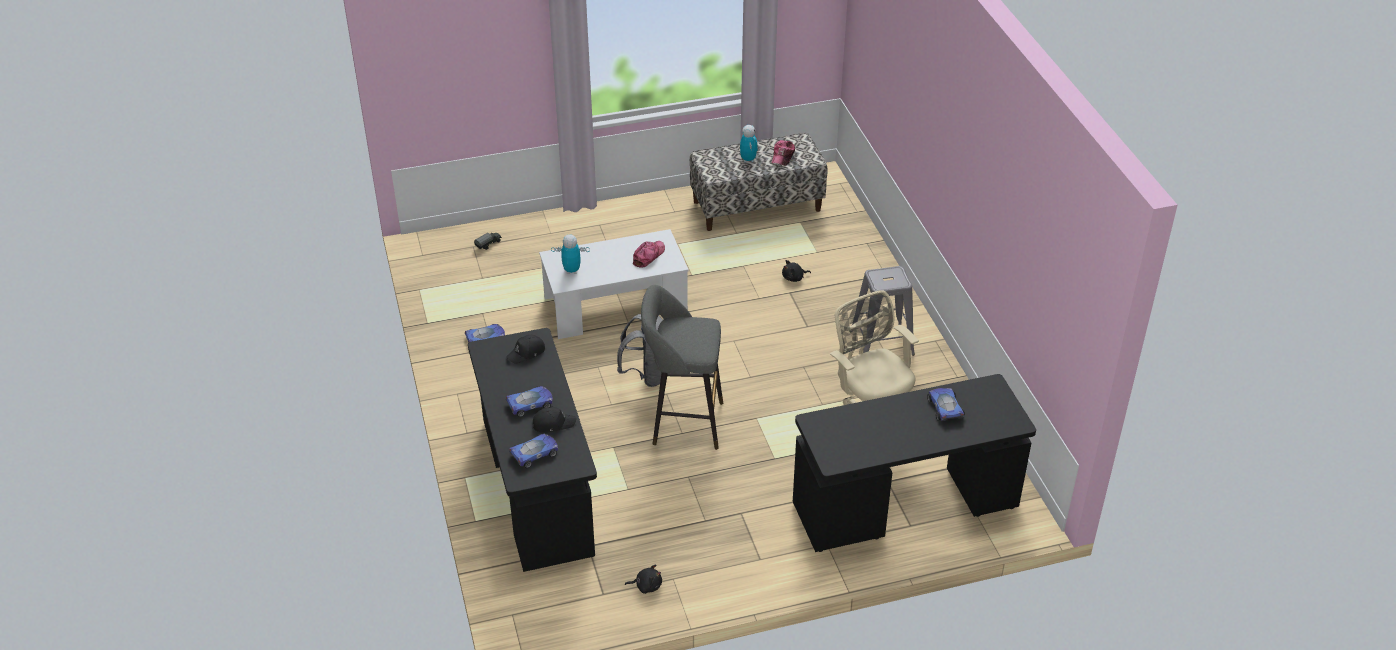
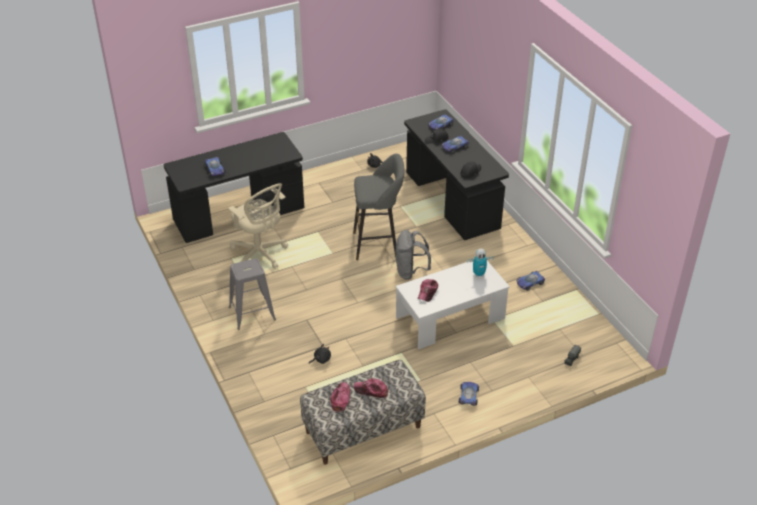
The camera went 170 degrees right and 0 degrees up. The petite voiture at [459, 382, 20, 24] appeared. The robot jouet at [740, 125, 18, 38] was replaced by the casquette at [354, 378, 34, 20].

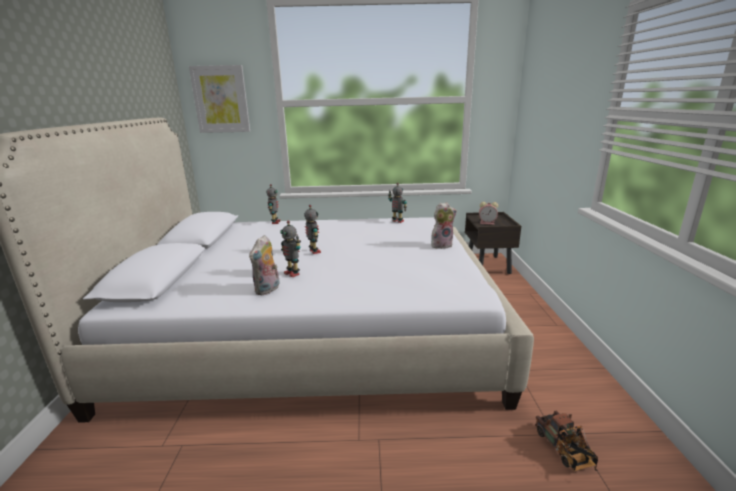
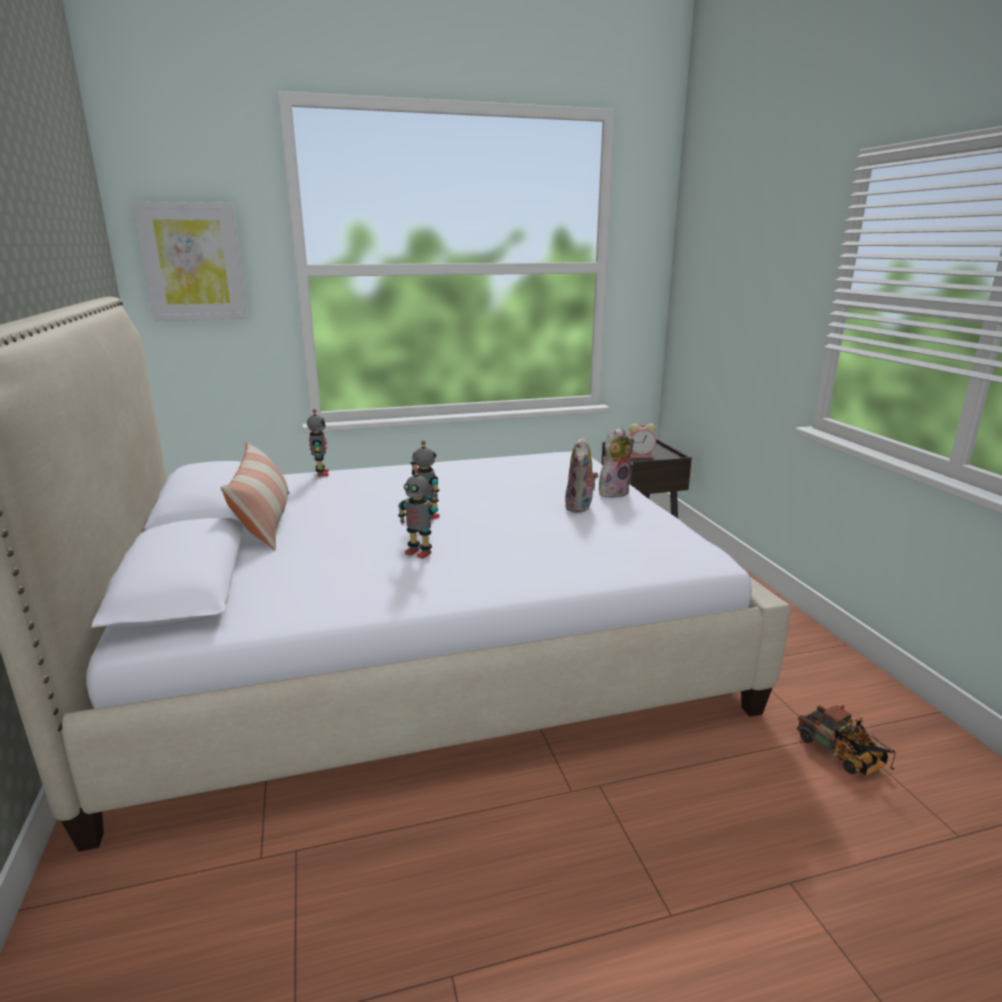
The camera went 15 degrees left and 0 degrees up. The robot jouet at [388, 183, 19, 40] disappeared. The coussin at [220, 442, 69, 109] appeared. The peluche moved from [249, 235, 31, 60] to [565, 436, 34, 77].

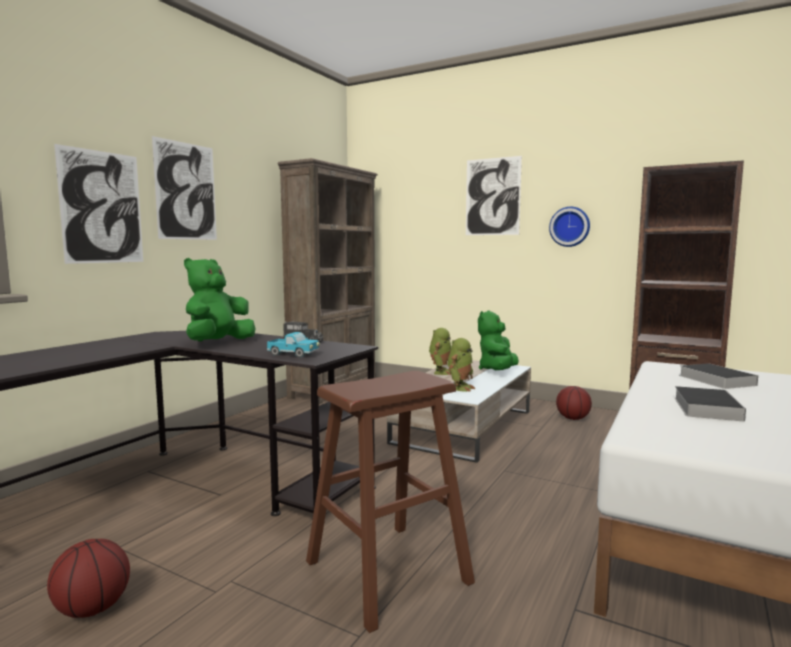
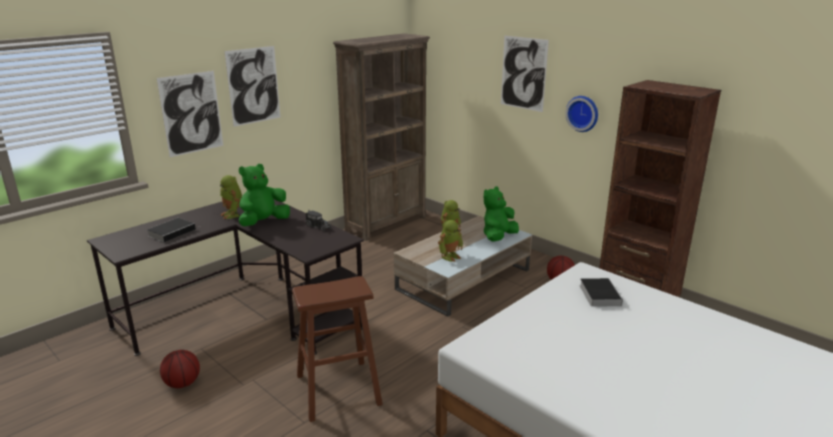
The camera went 15 degrees right and 15 degrees up. The camion jouet at [267, 332, 53, 26] disappeared. The robot jouet at [220, 175, 22, 44] appeared. The livre moved from [674, 386, 72, 36] to [147, 218, 51, 24].

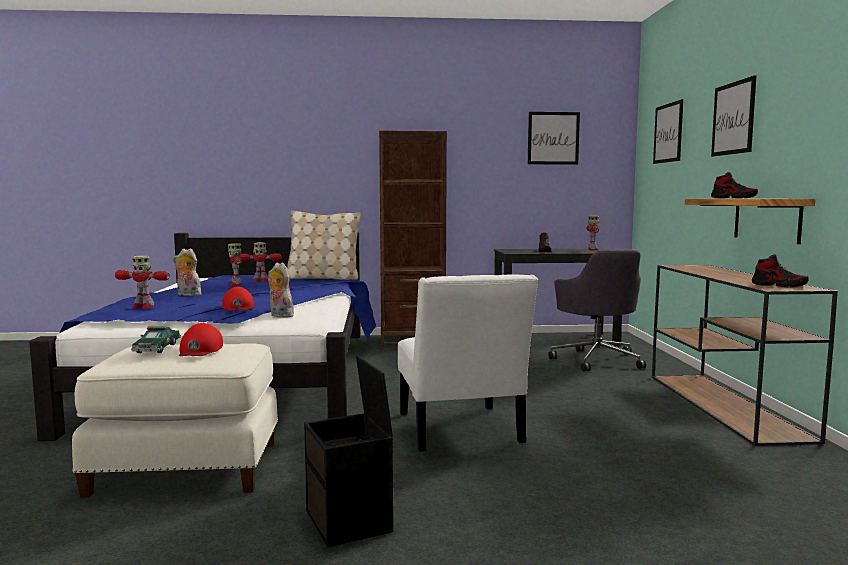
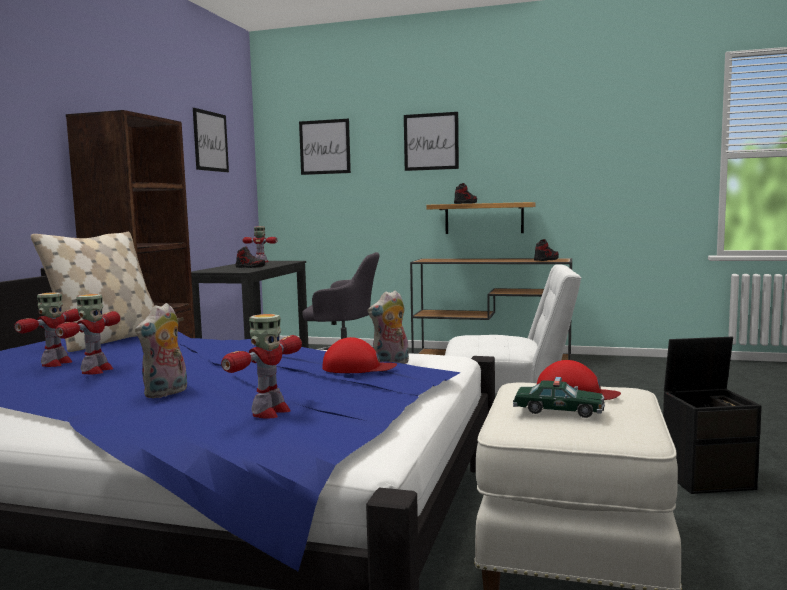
The camera went 70 degrees left and 0 degrees up. The robot jouet at [228, 243, 14, 43] turned 75 degrees counterclockwise.

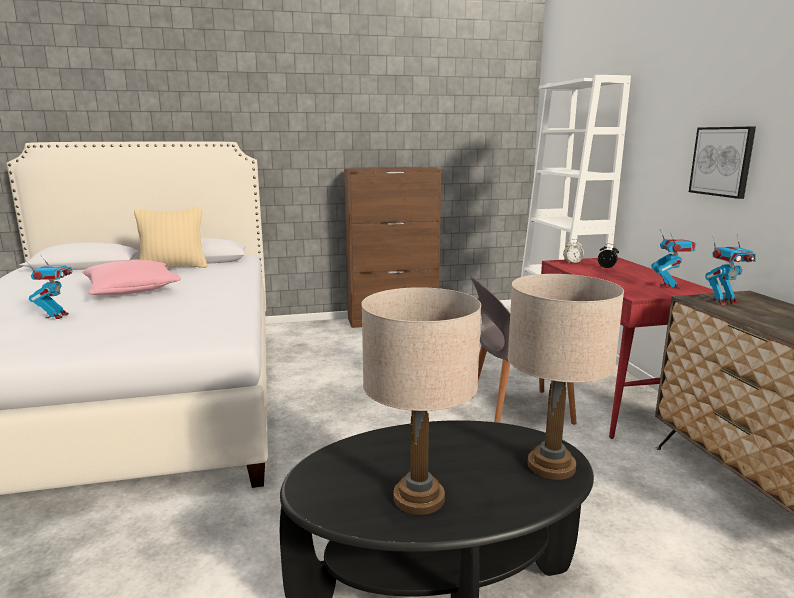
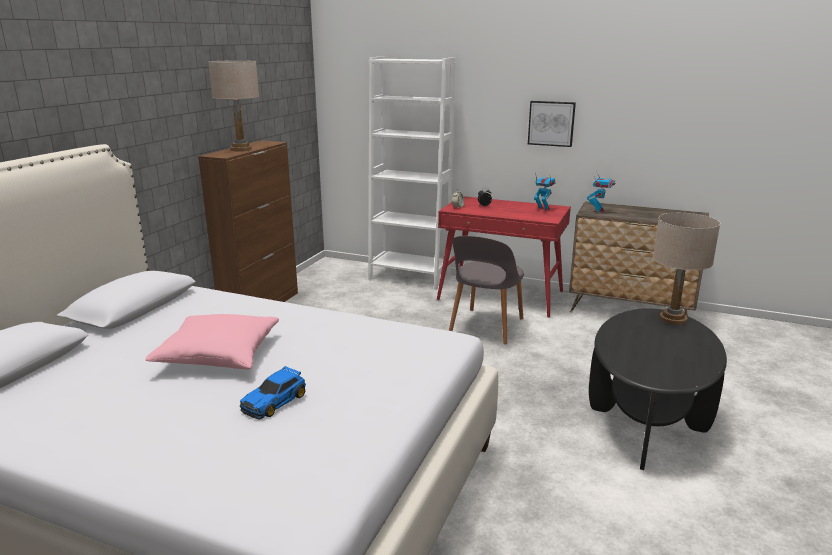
The camera went 55 degrees left and 5 degrees up. The coussin/beige at [134, 207, 74, 61] disappeared. The lampe de table/beige moved from [361, 287, 120, 228] to [208, 60, 51, 91]. The robot jouet at [25, 254, 47, 65] was replaced by the petite voiture at [240, 366, 66, 54].

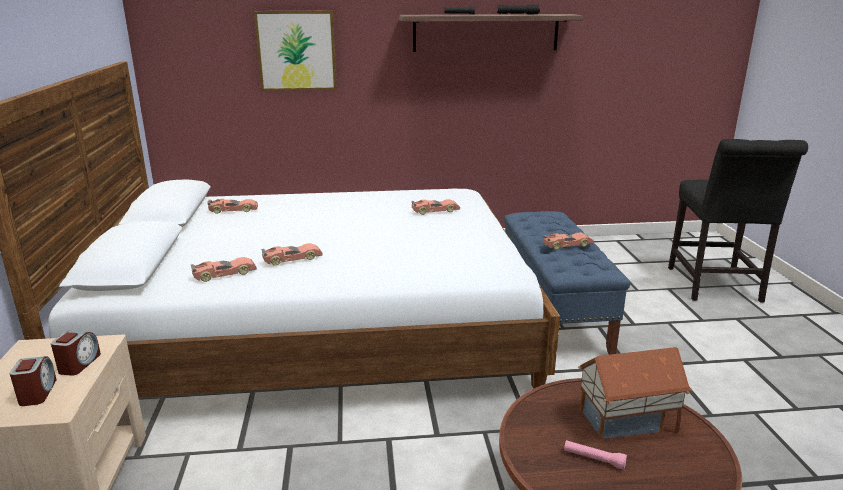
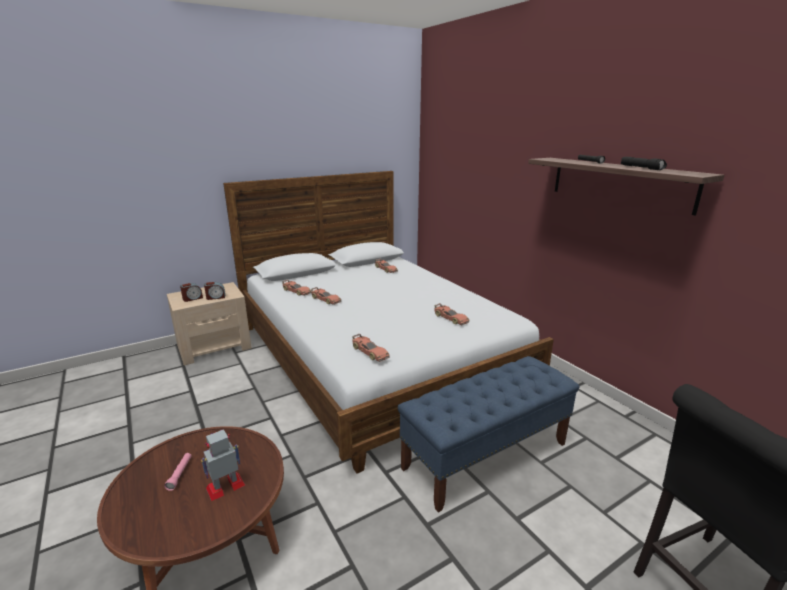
The camera went 65 degrees right and 0 degrees up. The tableau at [254, 11, 83, 80] disappeared. The petite voiture moved from [543, 232, 51, 18] to [352, 333, 38, 29]. The maison miniature at [578, 347, 114, 93] was replaced by the robot jouet at [201, 429, 44, 72].

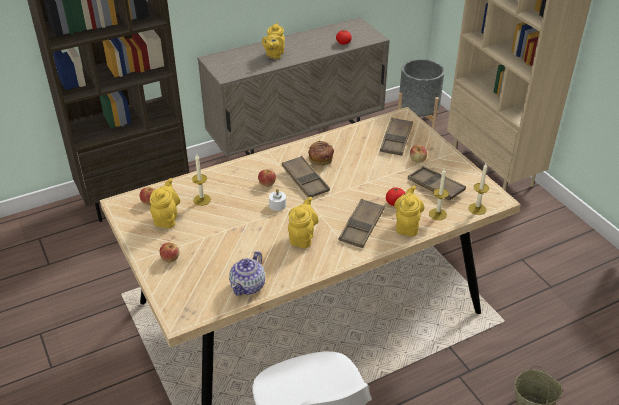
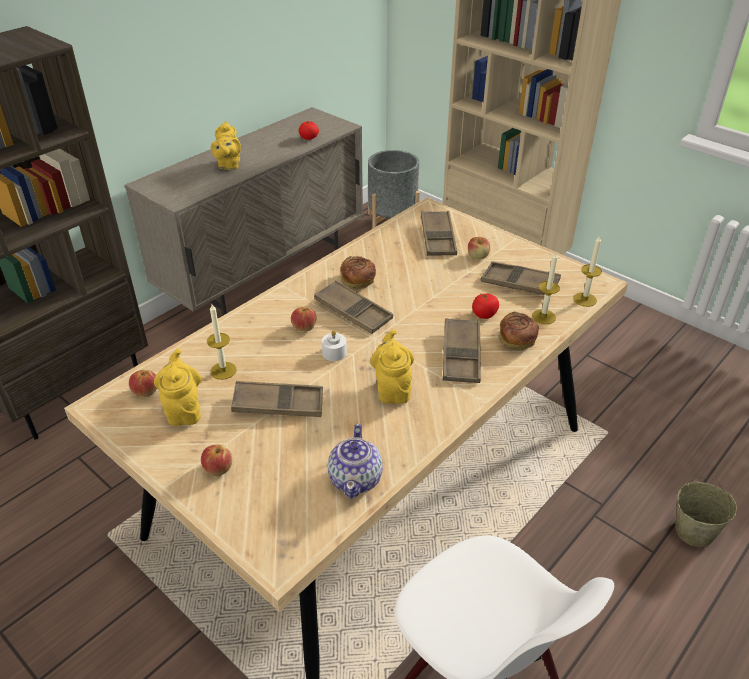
The camera went 20 degrees left and 0 degrees up. The plateau/marron at [231, 381, 92, 36] appeared. The théière/jaune at [394, 186, 30, 51] was replaced by the pain at [498, 312, 41, 38].

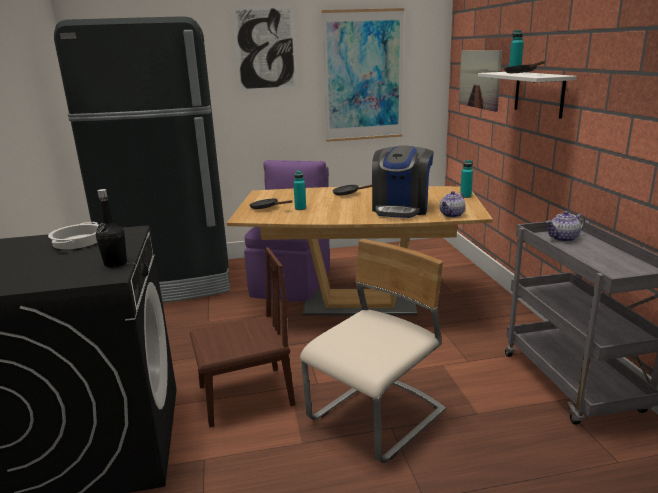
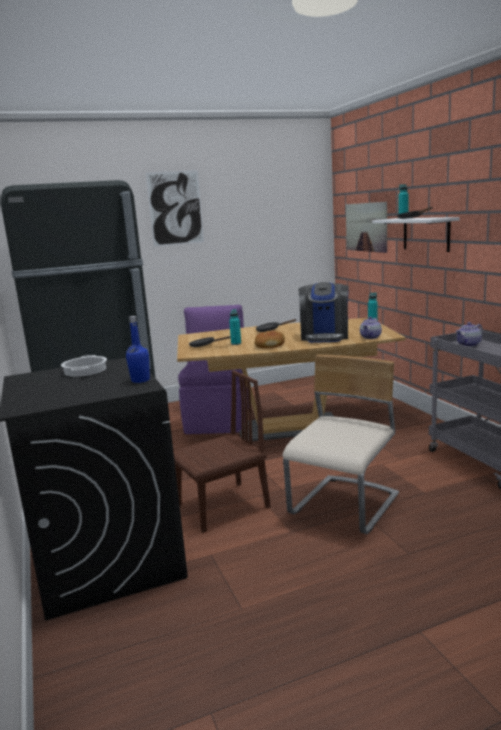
The camera went 10 degrees left and 5 degrees down. The tableau at [322, 8, 82, 134] disappeared. The pain at [254, 331, 31, 17] appeared. The bouteille/noir at [96, 189, 31, 79] became the bouteille/bleu at [126, 316, 24, 67].

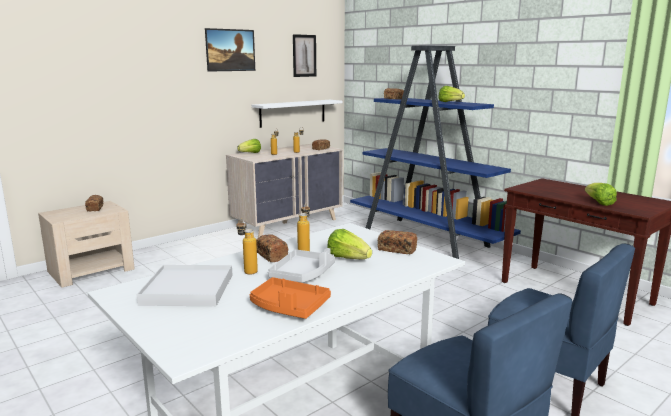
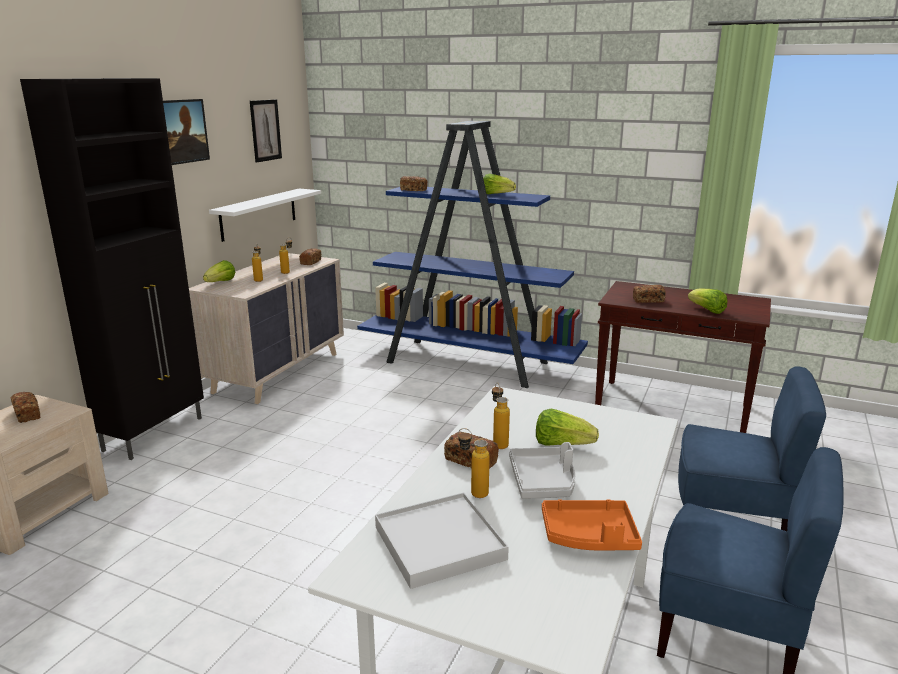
The camera went 25 degrees left and 5 degrees up. The meuble de rangement/noir at [20, 78, 184, 382] appeared. The pain moved from [378, 230, 39, 24] to [633, 285, 33, 18].

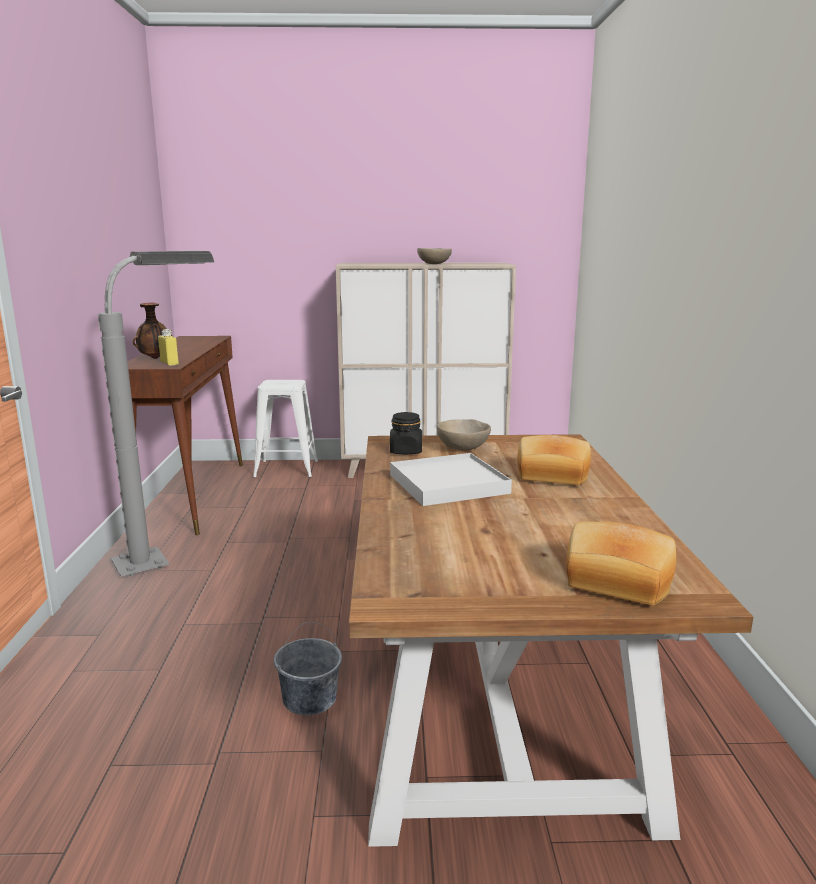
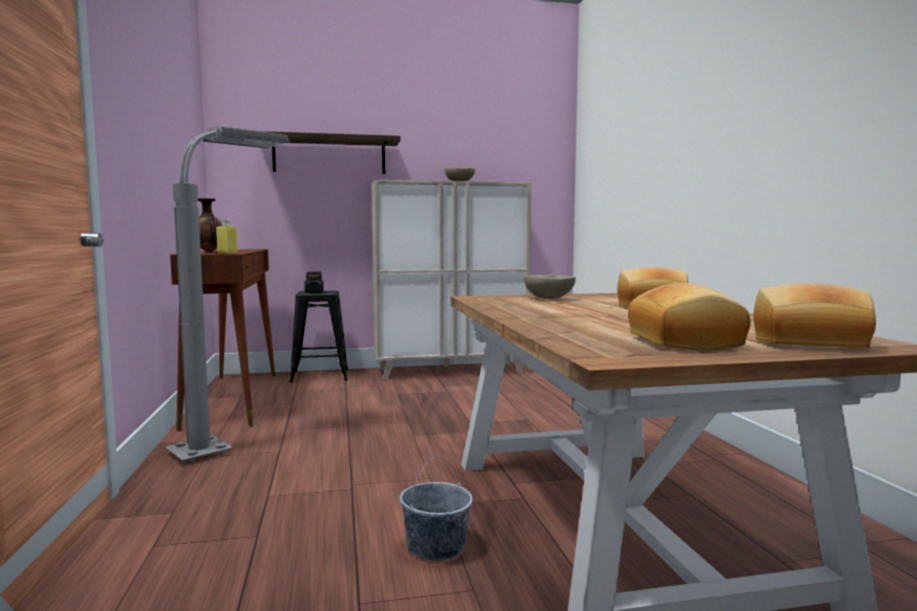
The camera went 10 degrees left and 10 degrees down. The plateau/blanc at [390, 453, 122, 53] disappeared. The étagère at [262, 131, 138, 43] appeared. The pain at [628, 283, 123, 69] appeared. The bocal/noir moved from [390, 412, 32, 42] to [304, 271, 20, 22]. The tabouret/blanc at [253, 380, 65, 97] became the tabouret/noir at [289, 291, 59, 92].

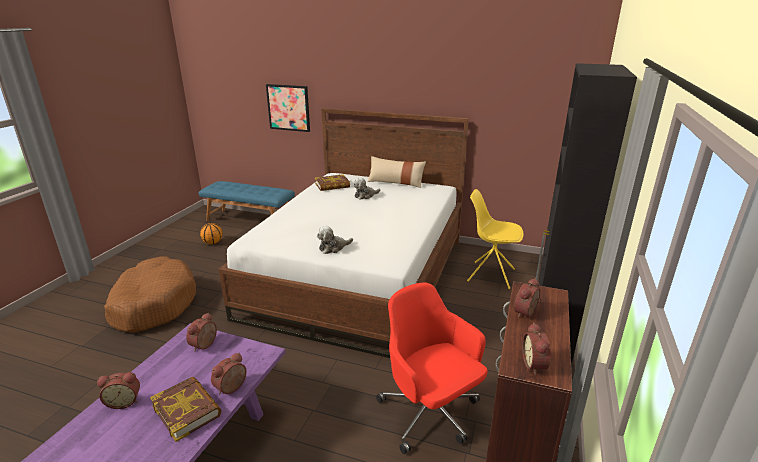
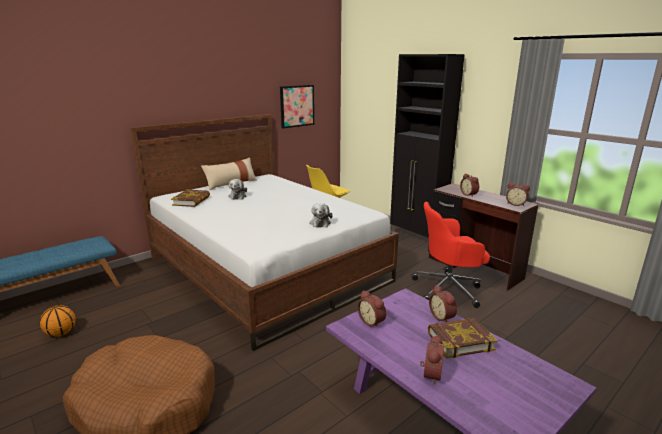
The camera went 60 degrees left and 5 degrees down. The tableau moved from [266, 84, 44, 48] to [280, 85, 34, 43].

